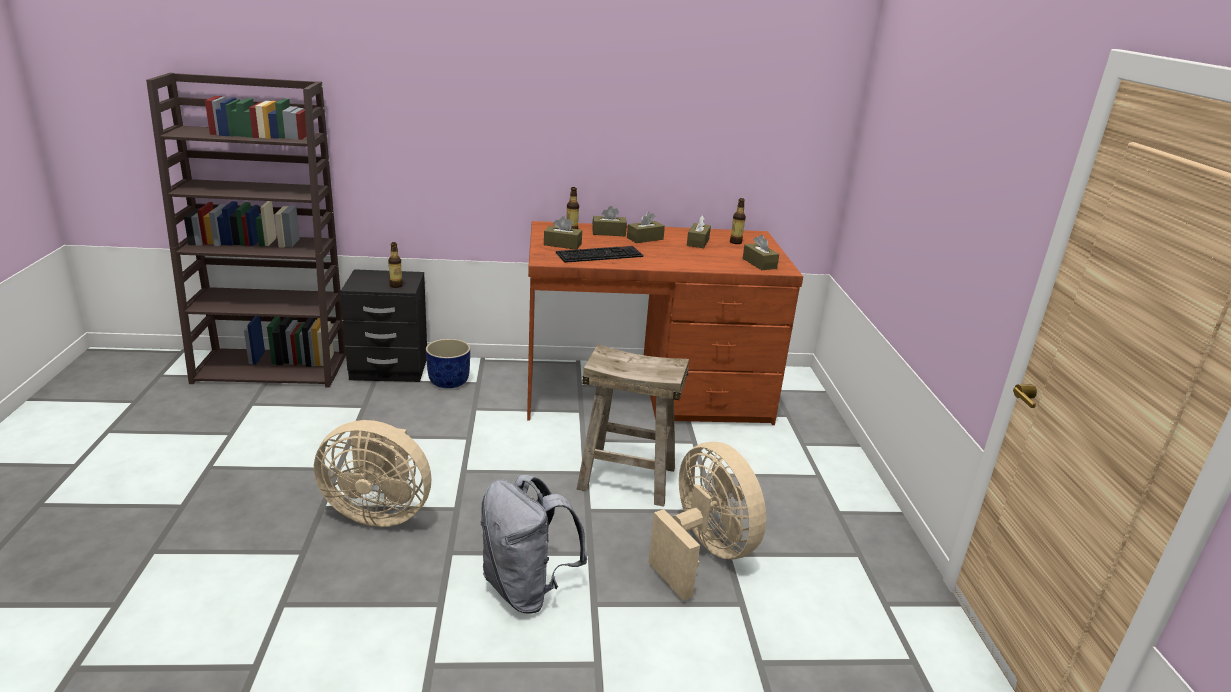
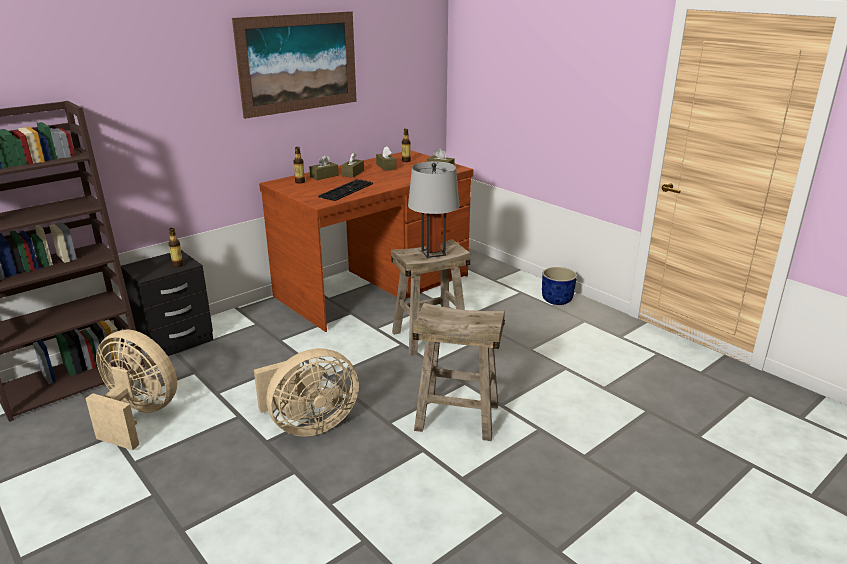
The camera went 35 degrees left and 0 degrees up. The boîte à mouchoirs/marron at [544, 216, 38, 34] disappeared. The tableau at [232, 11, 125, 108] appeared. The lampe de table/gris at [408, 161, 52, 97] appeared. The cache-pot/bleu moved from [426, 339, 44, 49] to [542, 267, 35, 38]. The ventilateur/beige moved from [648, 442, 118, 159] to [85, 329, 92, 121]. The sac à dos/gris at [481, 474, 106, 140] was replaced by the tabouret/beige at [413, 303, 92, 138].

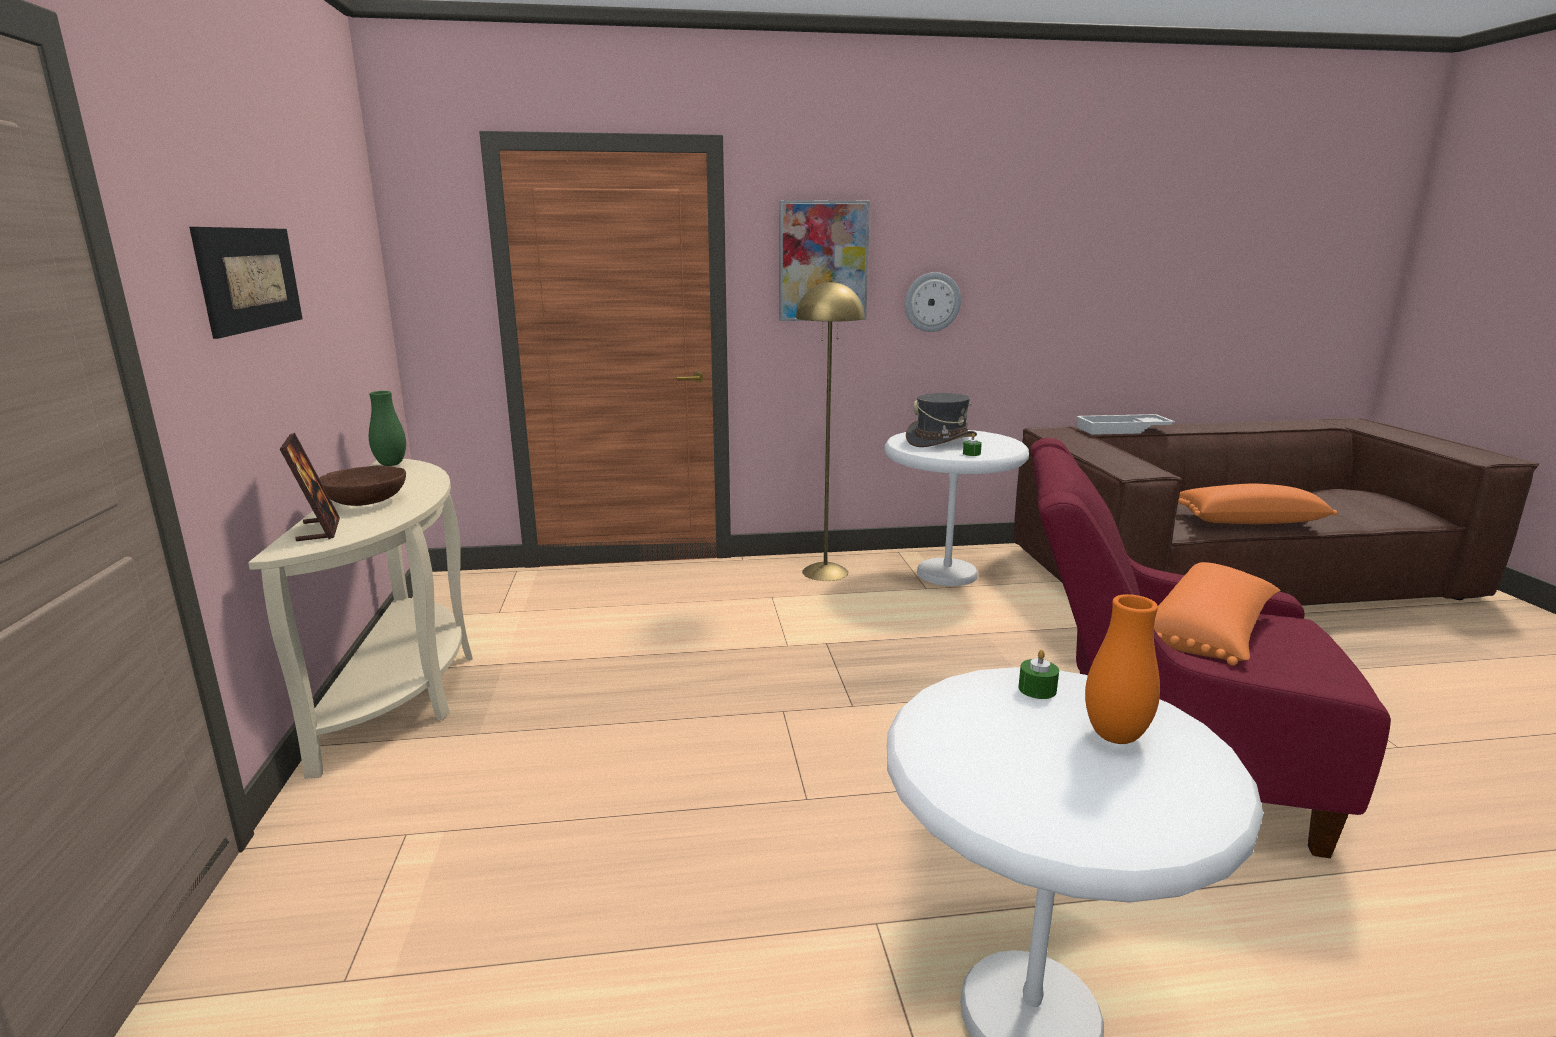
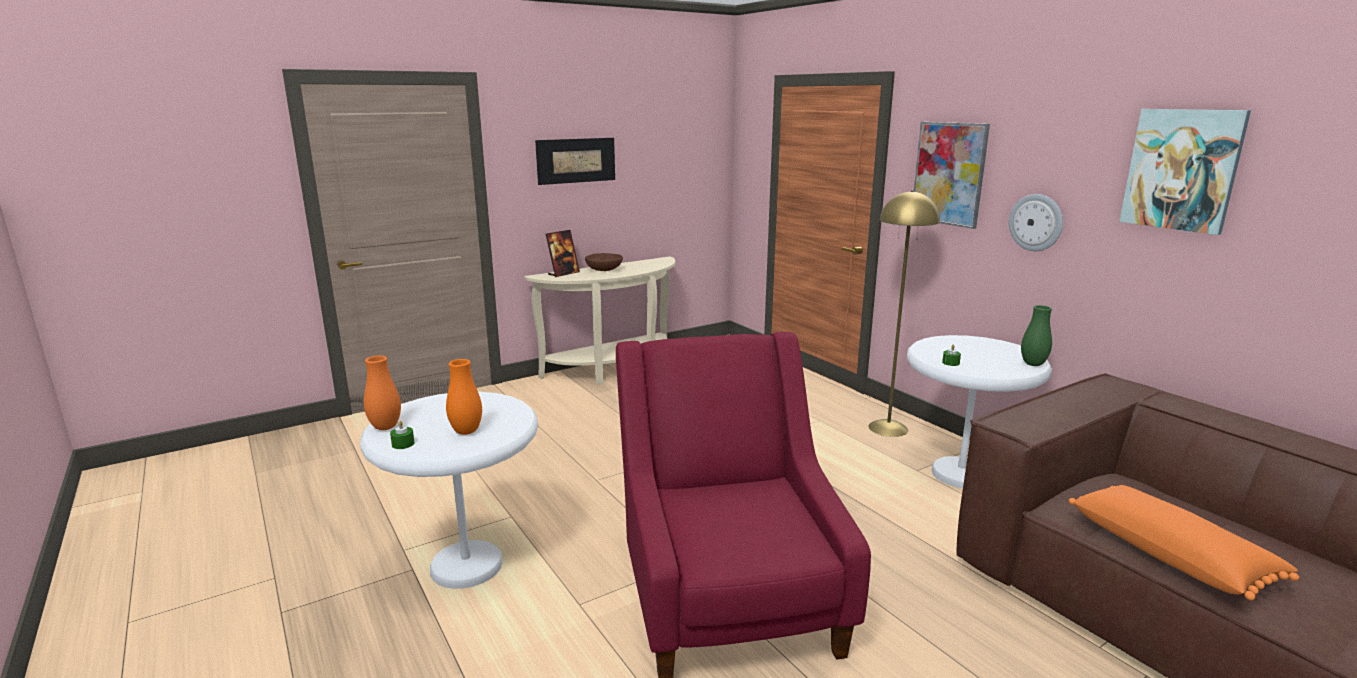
The camera went 65 degrees right and 0 degrees up. The chapeau/gris at [906, 393, 71, 54] disappeared. The plateau/blanc at [1076, 414, 99, 21] disappeared. The coussin/orange at [1154, 562, 127, 104] disappeared. The vase/orange at [364, 355, 37, 75] appeared. The tableau at [1119, 109, 132, 126] appeared. The vase/vert moved from [369, 391, 37, 75] to [1021, 305, 31, 61]. The bougie/vert moved from [1018, 650, 41, 49] to [390, 421, 25, 28].

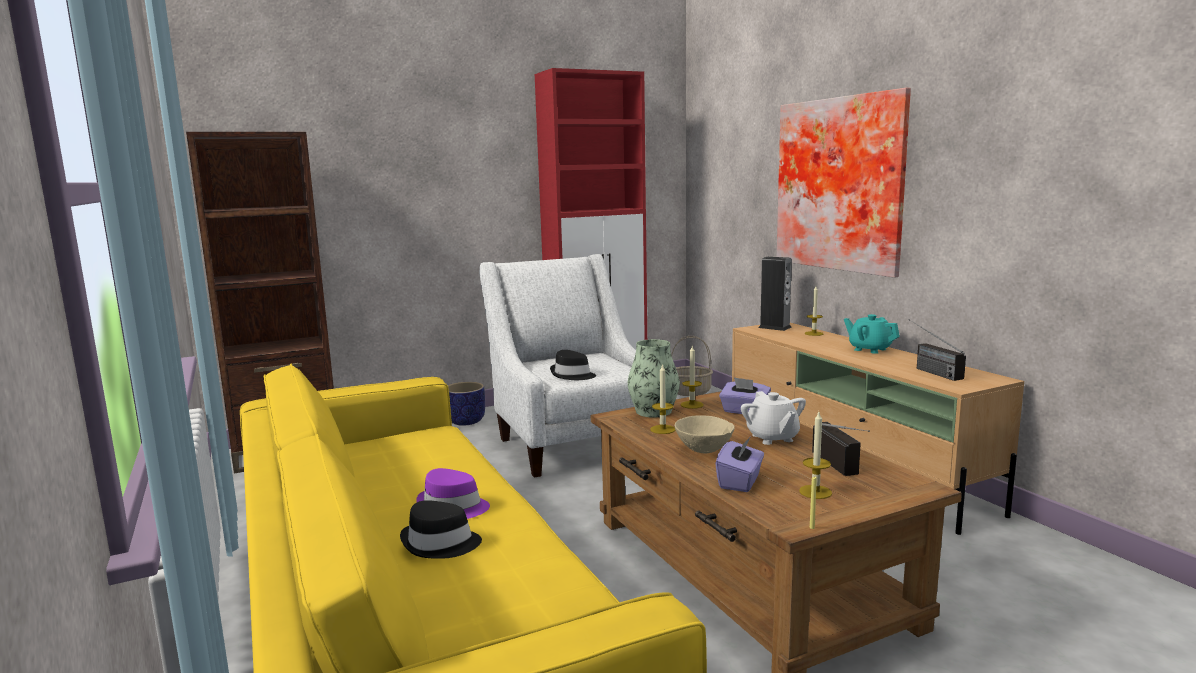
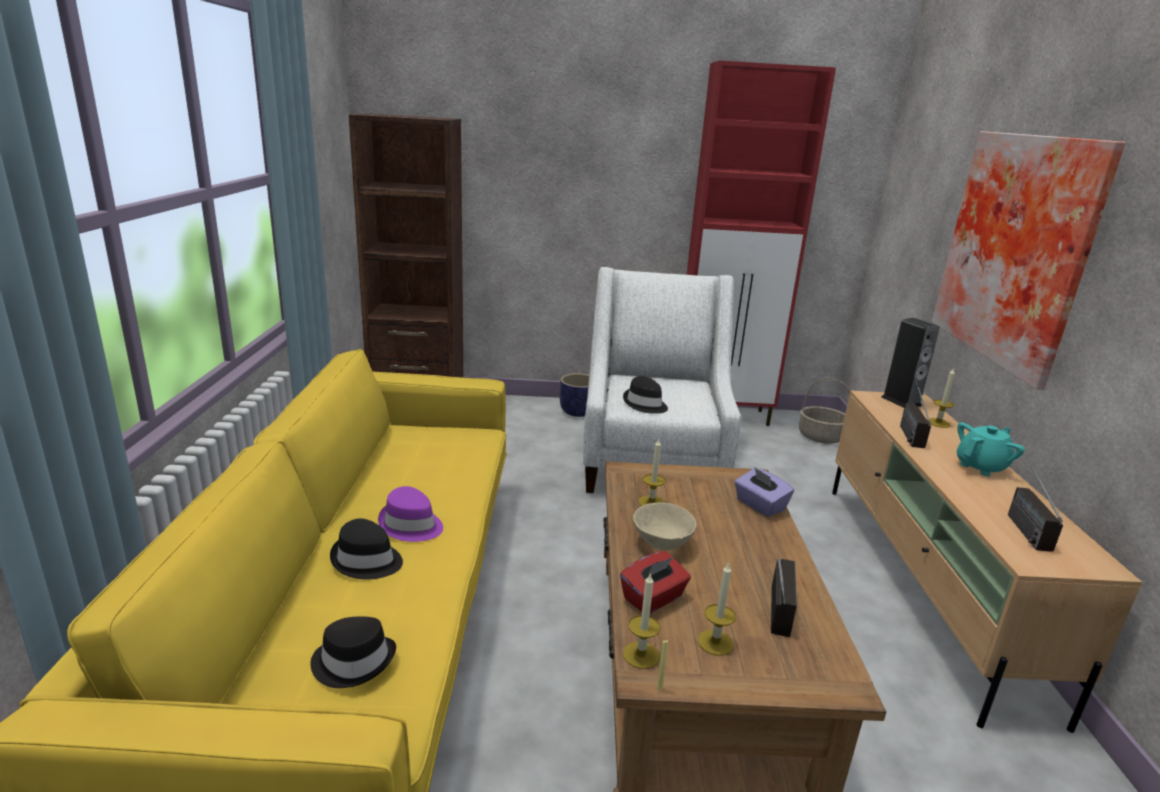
The camera went 25 degrees right and 10 degrees up. The vase at [628, 339, 52, 79] disappeared. The théière/blanc at [741, 391, 65, 54] disappeared. The chapeau/noir at [310, 617, 86, 71] appeared. The radio at [900, 378, 31, 70] appeared. The bougie moved from [681, 346, 23, 63] to [623, 572, 37, 97]. The boîte à mouchoirs/violet at [715, 436, 49, 56] became the boîte à mouchoirs/rouge at [620, 551, 71, 62]. The théière/turquoise at [844, 314, 56, 40] turned 75 degrees clockwise.

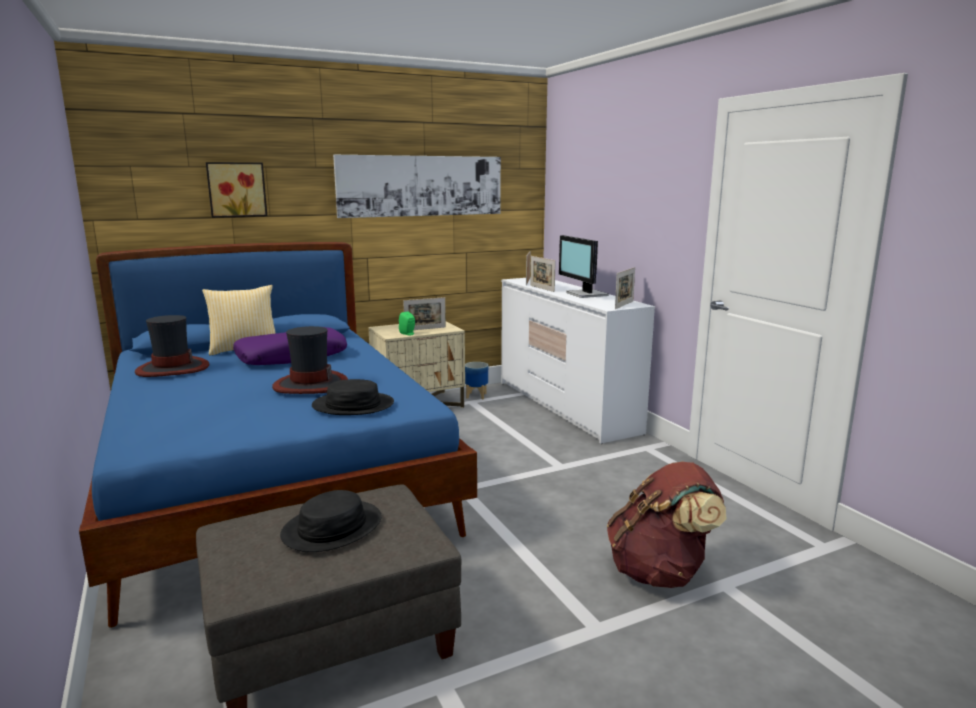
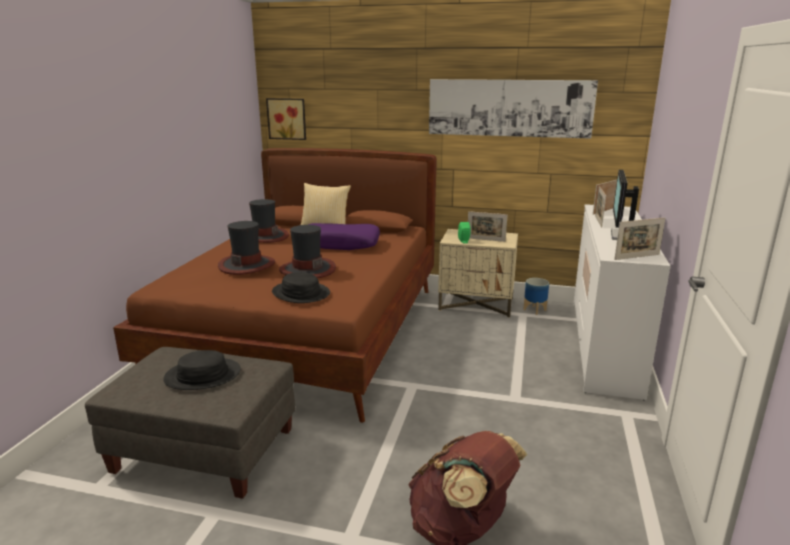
The camera went 40 degrees right and 5 degrees up. The chapeau at [218, 221, 57, 54] appeared. The tableau moved from [206, 162, 61, 56] to [266, 98, 40, 42]. The lit/bleu at [79, 242, 398, 386] became the lit/marron at [113, 148, 324, 275].

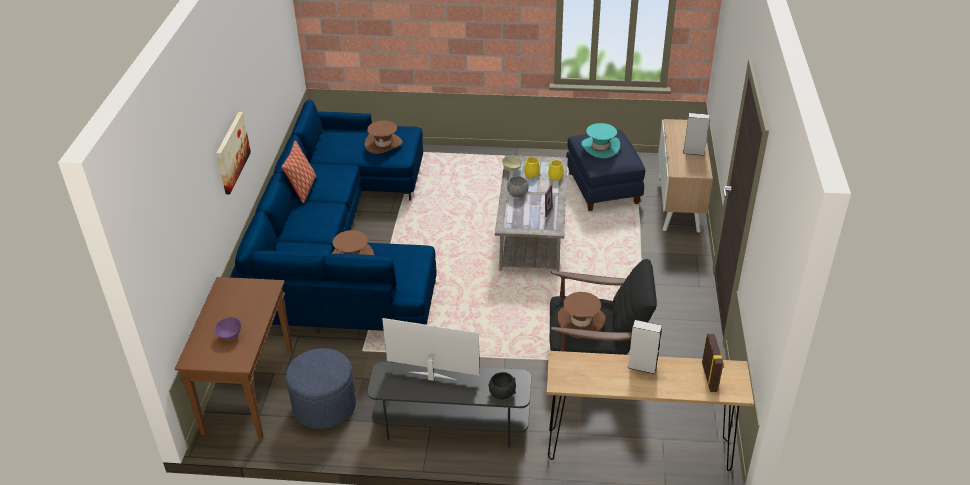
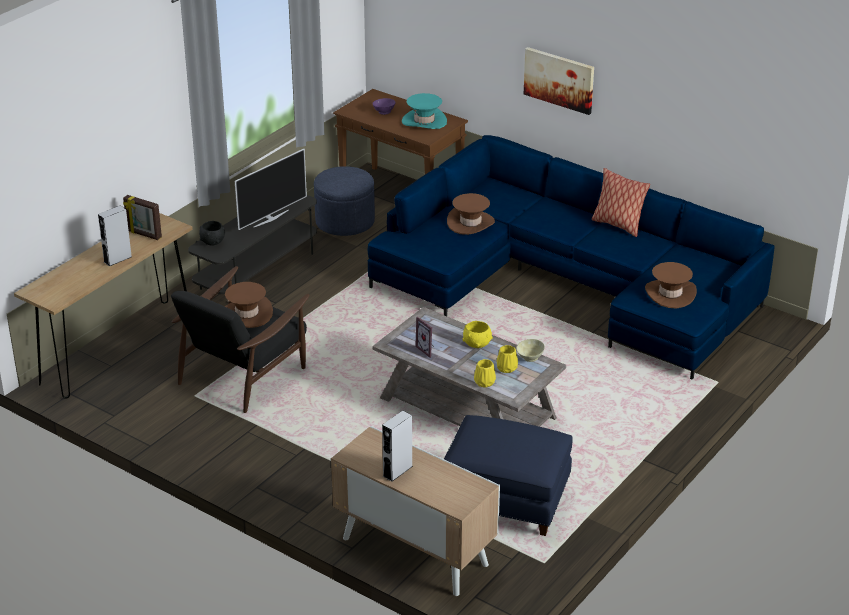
The camera went 120 degrees right and 5 degrees down. The chapeau/turquoise moved from [581, 123, 39, 35] to [402, 93, 45, 36]. The cadre photo moved from [702, 334, 22, 58] to [123, 195, 39, 45]. The bol/gris at [507, 176, 22, 22] became the bol/jaune at [463, 321, 30, 27].

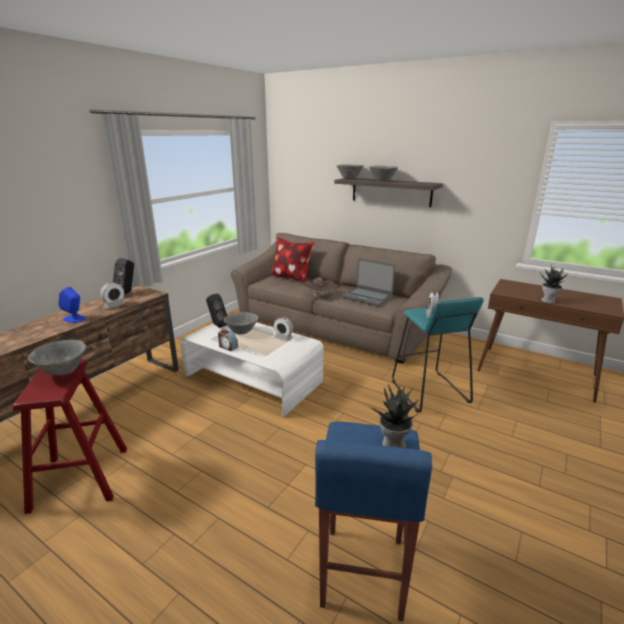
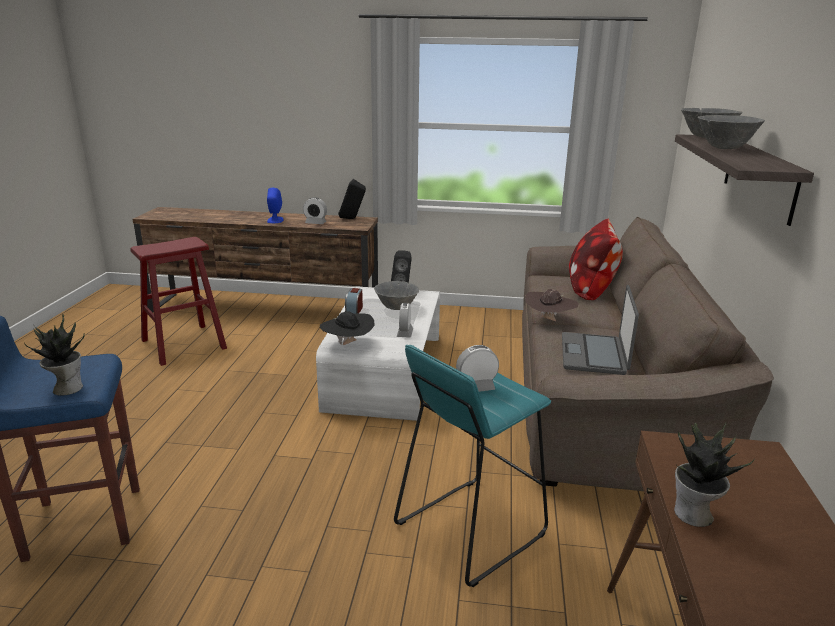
The camera went 65 degrees right and 0 degrees up. The bol/gris at [28, 340, 58, 35] disappeared. The chapeau/noir at [320, 311, 55, 34] appeared.

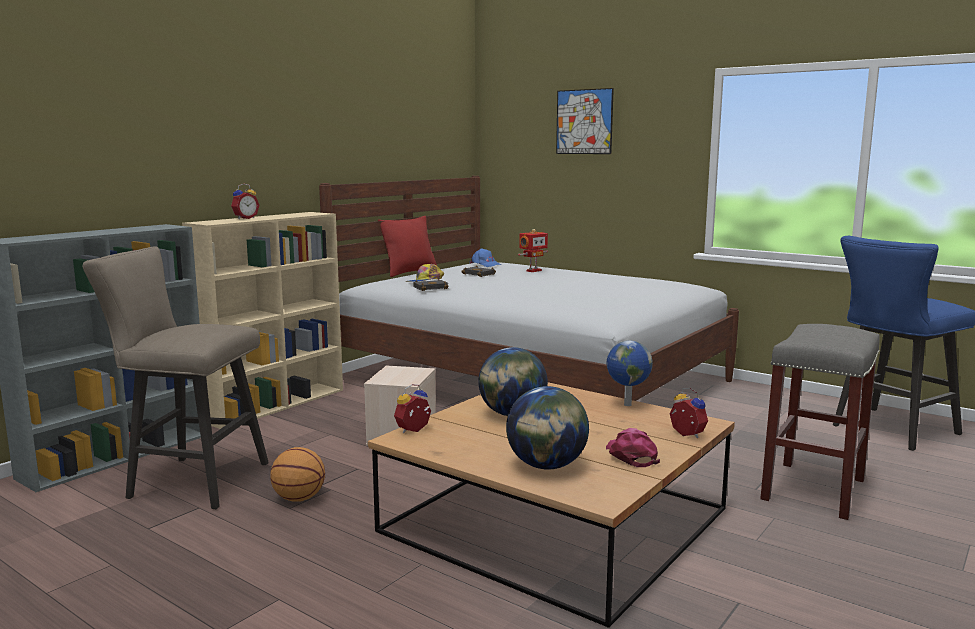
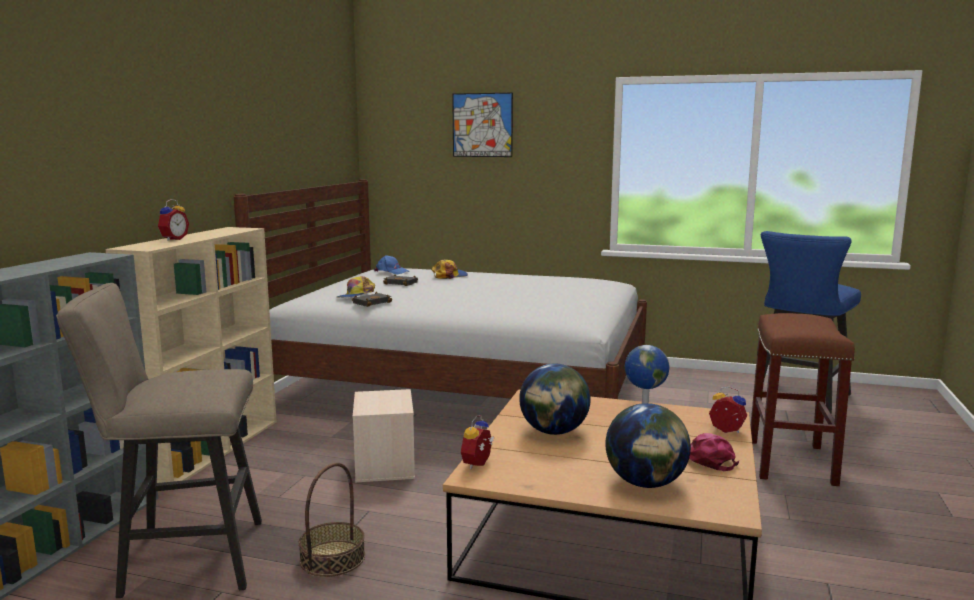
The camera went 20 degrees left and 0 degrees up. The coussin/rouge at [378, 216, 59, 61] disappeared. The ballon de basket at [270, 447, 55, 55] was replaced by the panier at [298, 463, 67, 114]. The robot jouet at [518, 229, 30, 43] was replaced by the casquette at [432, 260, 36, 19]. The tabouret/gris at [760, 324, 120, 196] became the tabouret/marron at [751, 313, 104, 173].

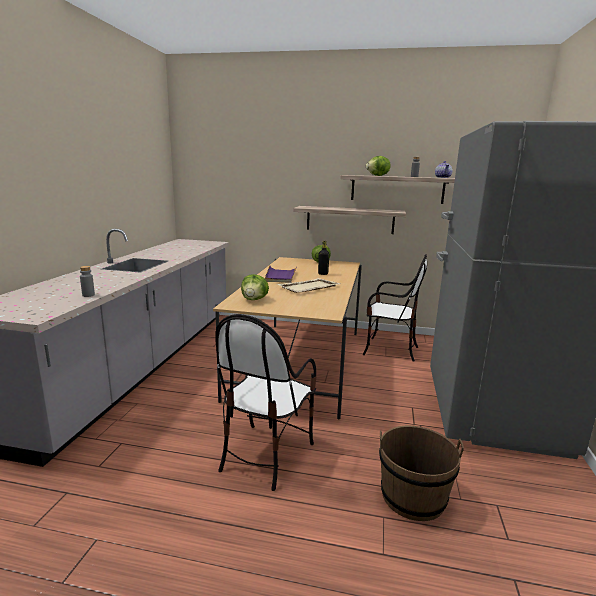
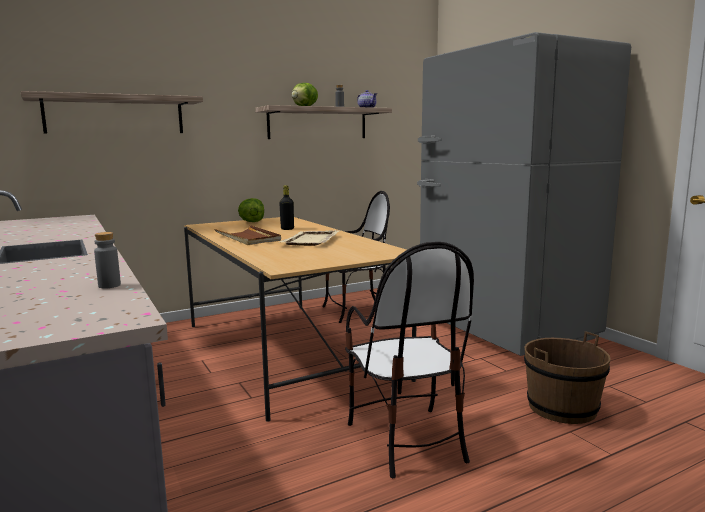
The camera went 40 degrees left and 5 degrees down. The laitue at [241, 274, 28, 26] disappeared. The étagère moved from [293, 206, 113, 28] to [21, 91, 182, 42]. The plateau/violet at [265, 265, 32, 18] became the plateau/marron at [215, 225, 66, 20].

